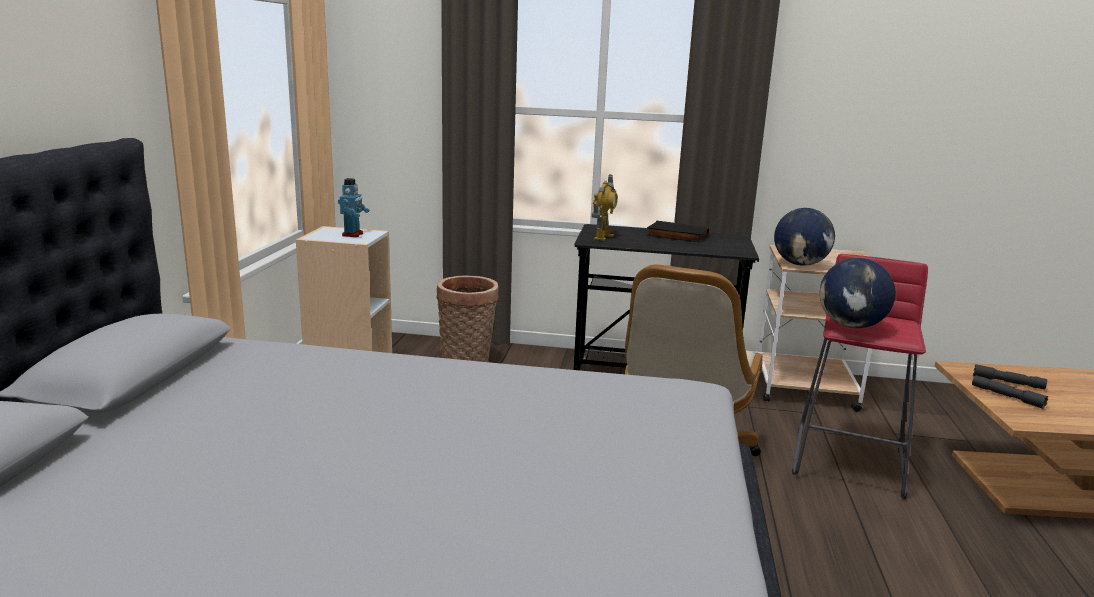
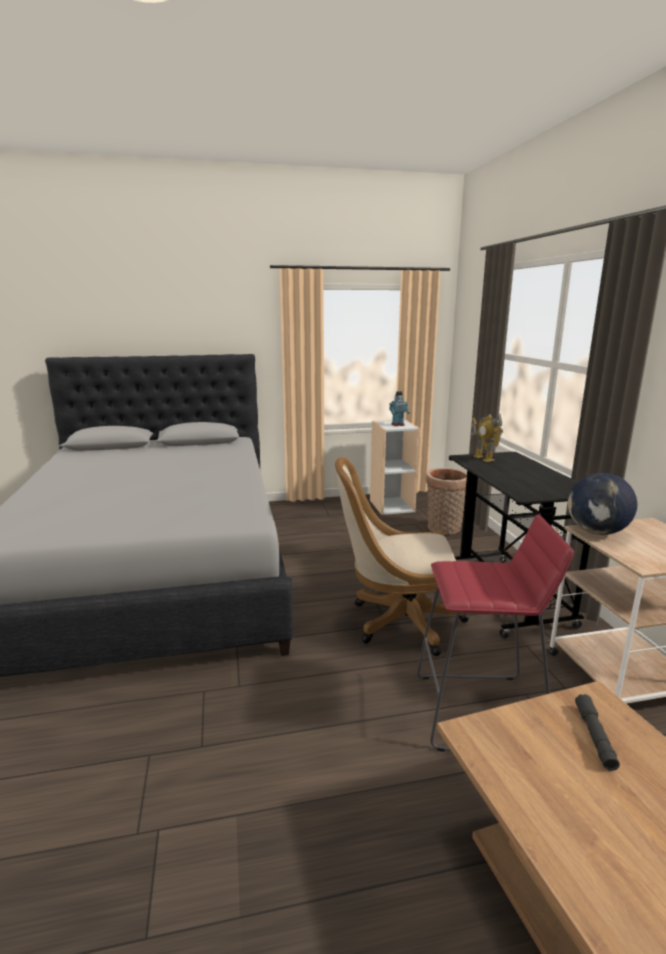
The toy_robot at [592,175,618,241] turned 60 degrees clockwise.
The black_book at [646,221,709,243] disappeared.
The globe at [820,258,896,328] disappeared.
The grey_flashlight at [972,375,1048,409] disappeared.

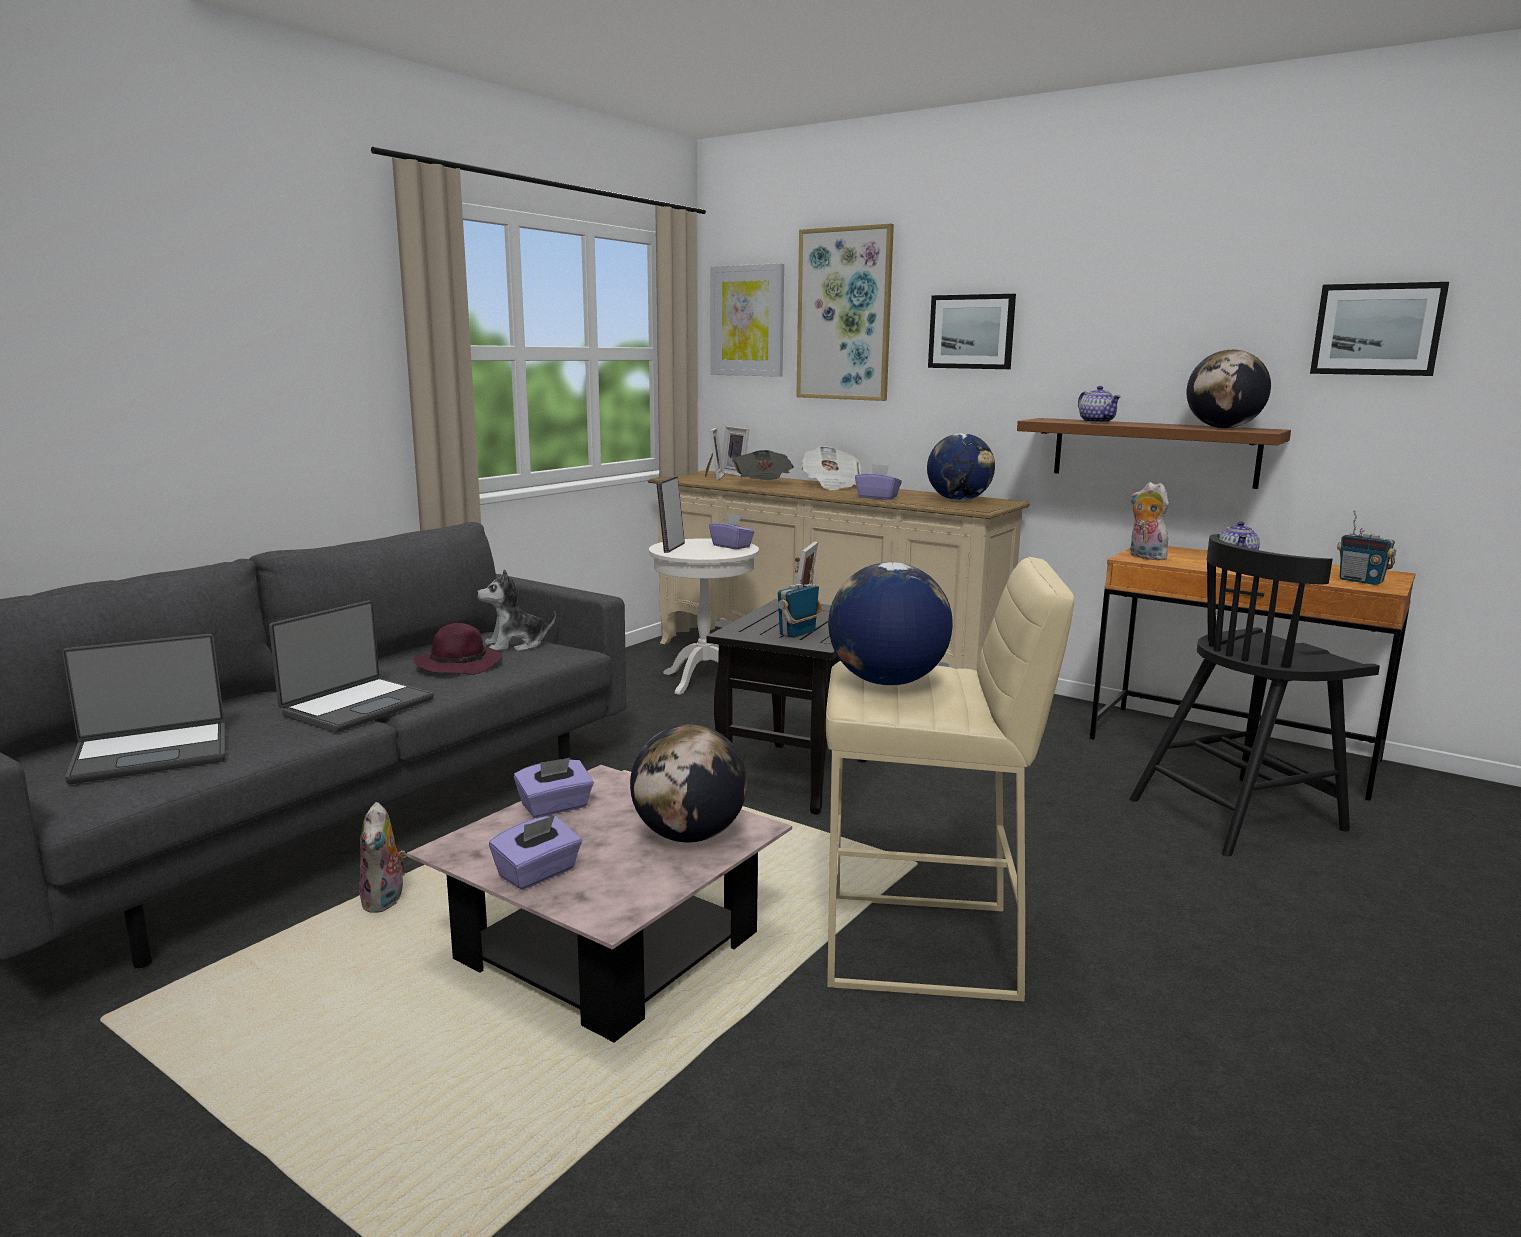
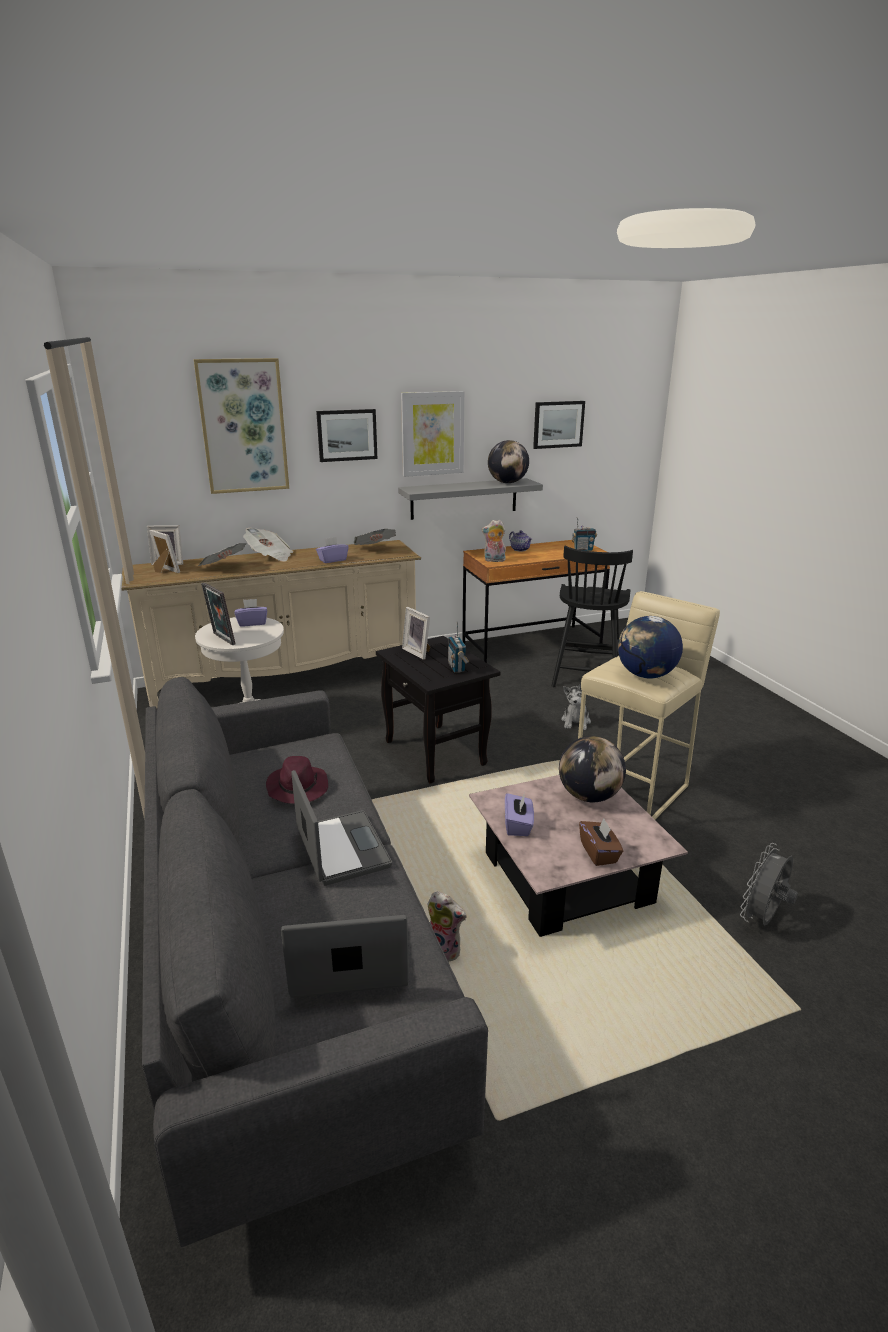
The laptop at [62,634,225,784] turned 105 degrees counterclockwise.
The globe at [927,433,995,501] was replaced by the newspaper at [354,529,396,545].
The brown_shelf at [1017,418,1291,489] became the grey_shelf at [398,478,543,520].
The picture moved from [710,263,784,377] to [401,391,464,477].
The plush_toy moved from [477,569,556,652] to [561,683,591,730].
The purple_tissue_box at [489,815,582,890] became the brown_tissue_box at [579,818,623,866].
The grey_fan at [740,843,798,926] appeared.
The teapot at [1078,386,1121,423] disappeared.

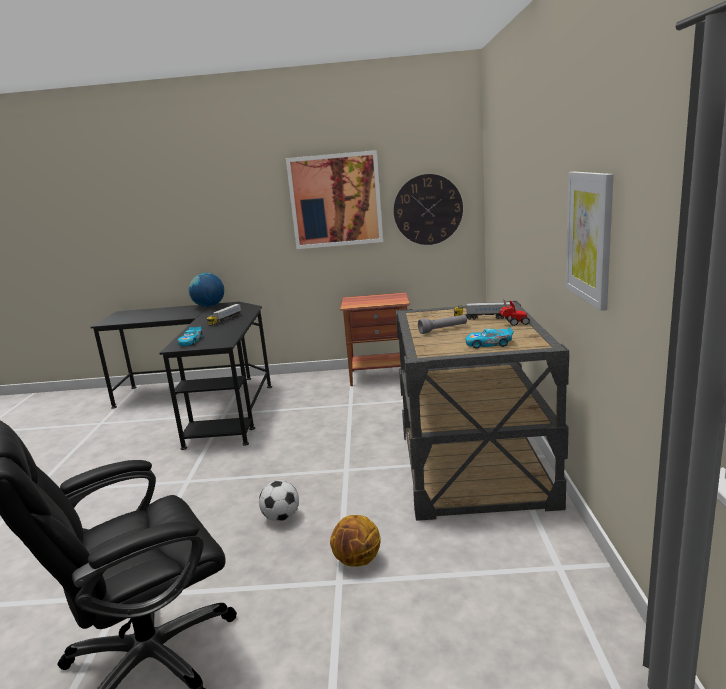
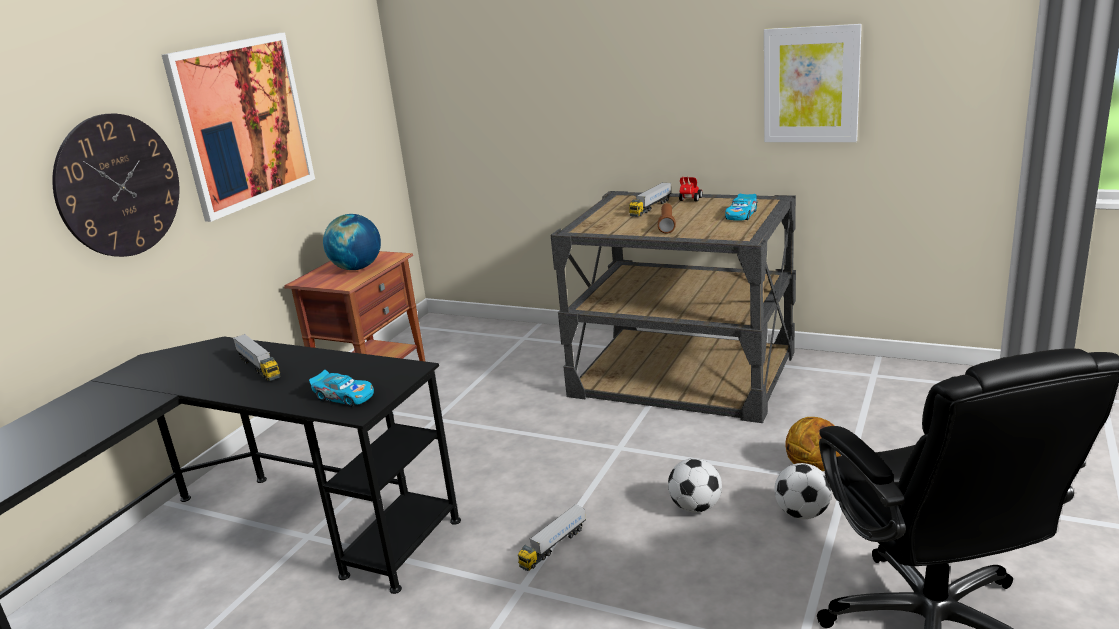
The wall_clock moved from [394,174,463,245] to [52,114,180,257].
The globe moved from [189,273,224,307] to [323,214,381,270].
The toy_truck at [518,504,586,571] appeared.
The grey_flashlight at [418,315,467,334] became the brown_flashlight at [658,203,676,234].
The football at [774,463,832,519] appeared.

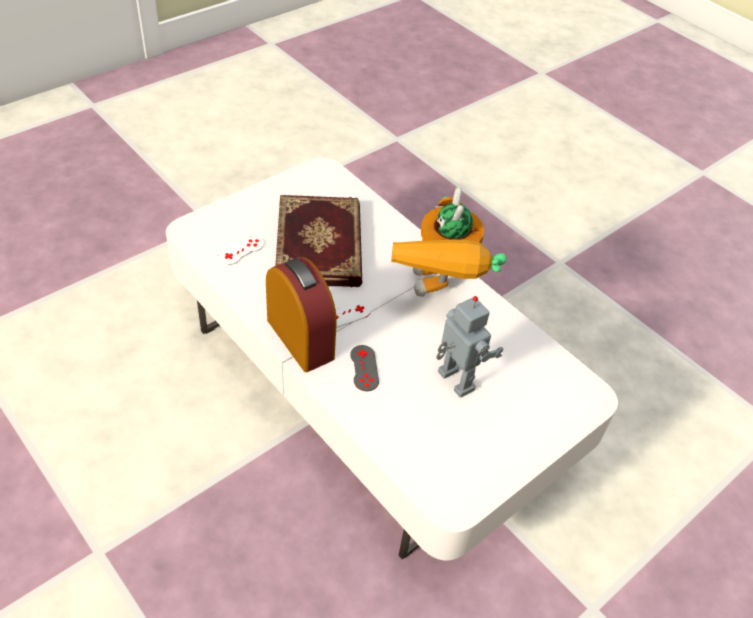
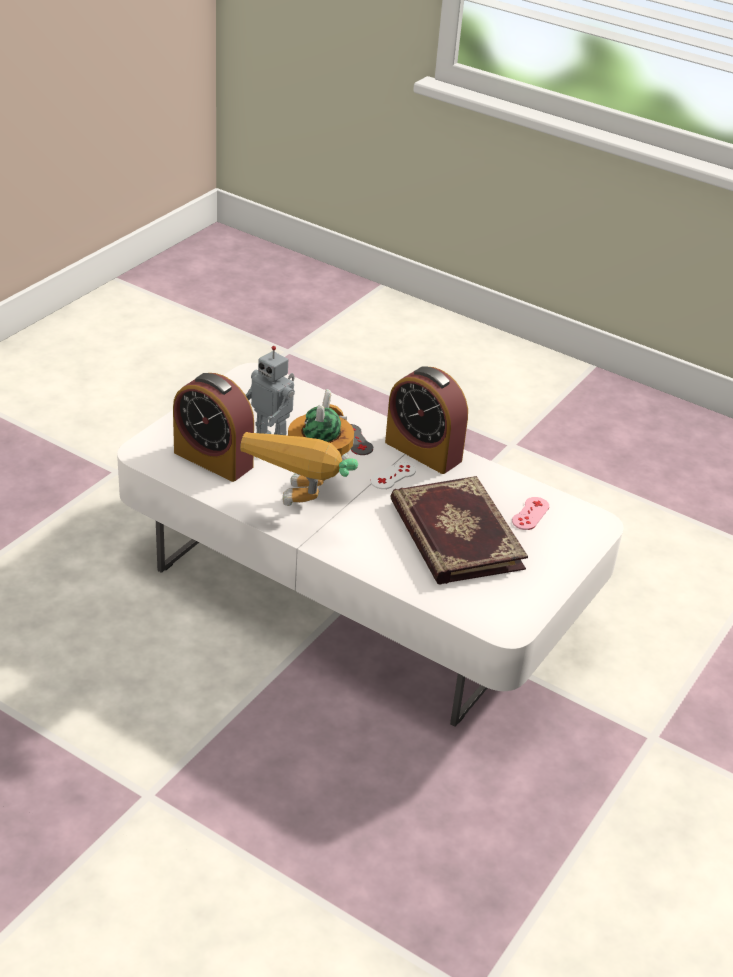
The alarm_clock at [173,373,254,482] appeared.
The toy_robot at [391,187,507,297] turned 150 degrees counterclockwise.
The white_game_controller at [218,236,264,265] became the pink_game_controller at [512,497,549,530].

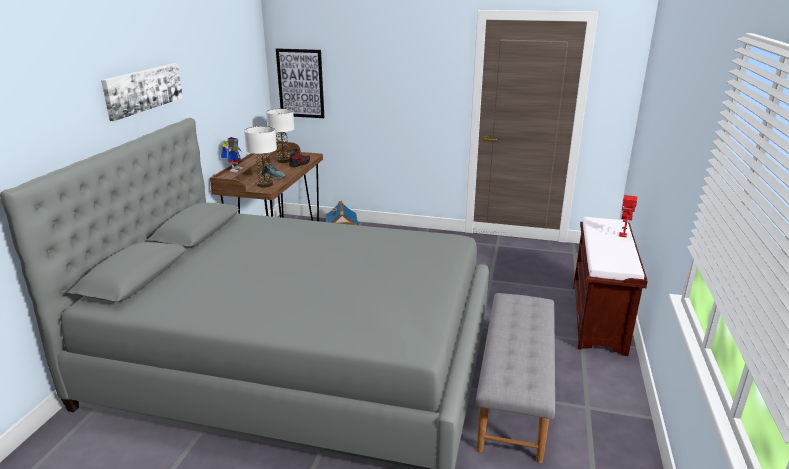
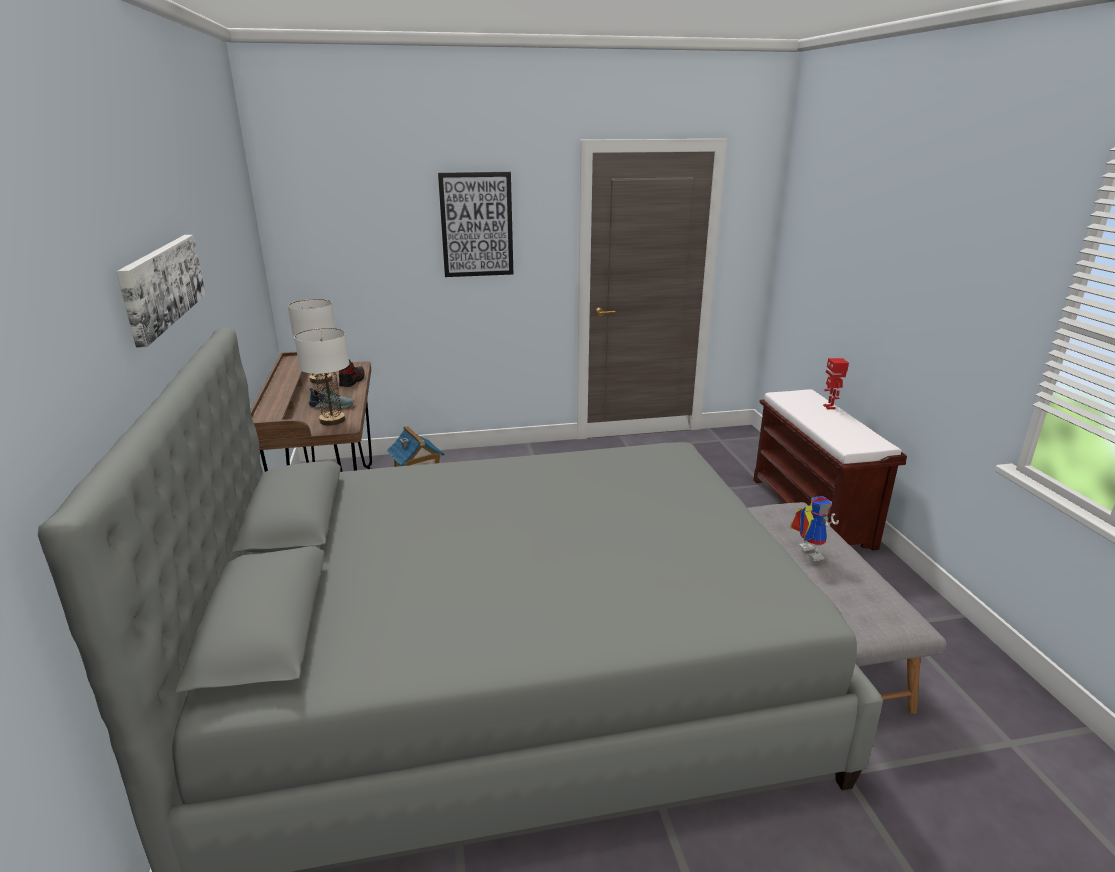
The picture moved from [276,48,324,118] to [438,172,513,277].
The toy_robot moved from [221,137,243,172] to [790,496,839,561].

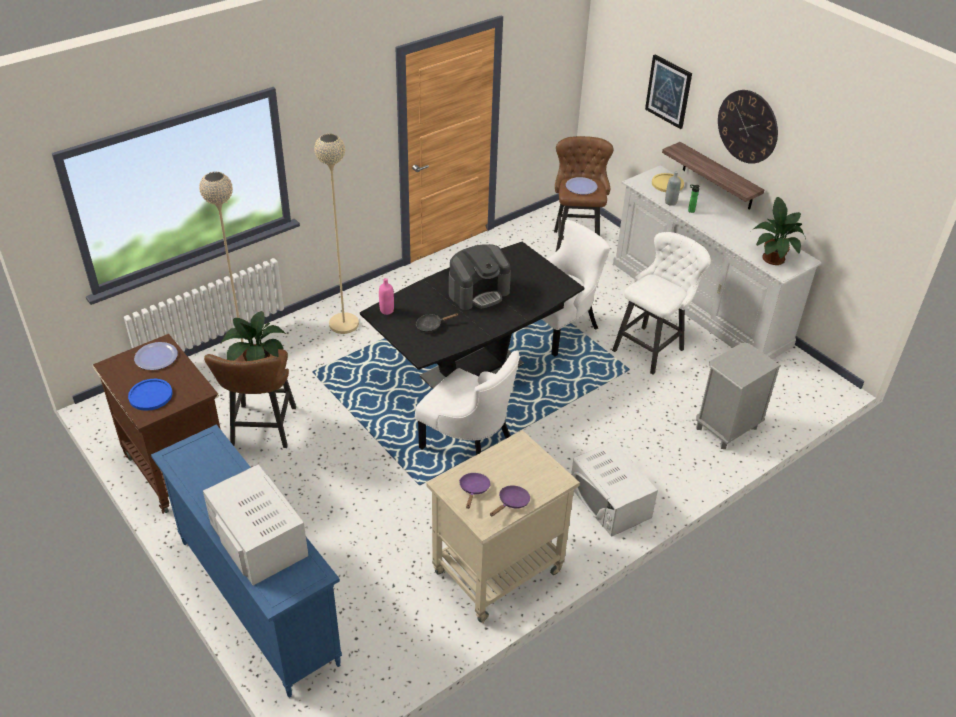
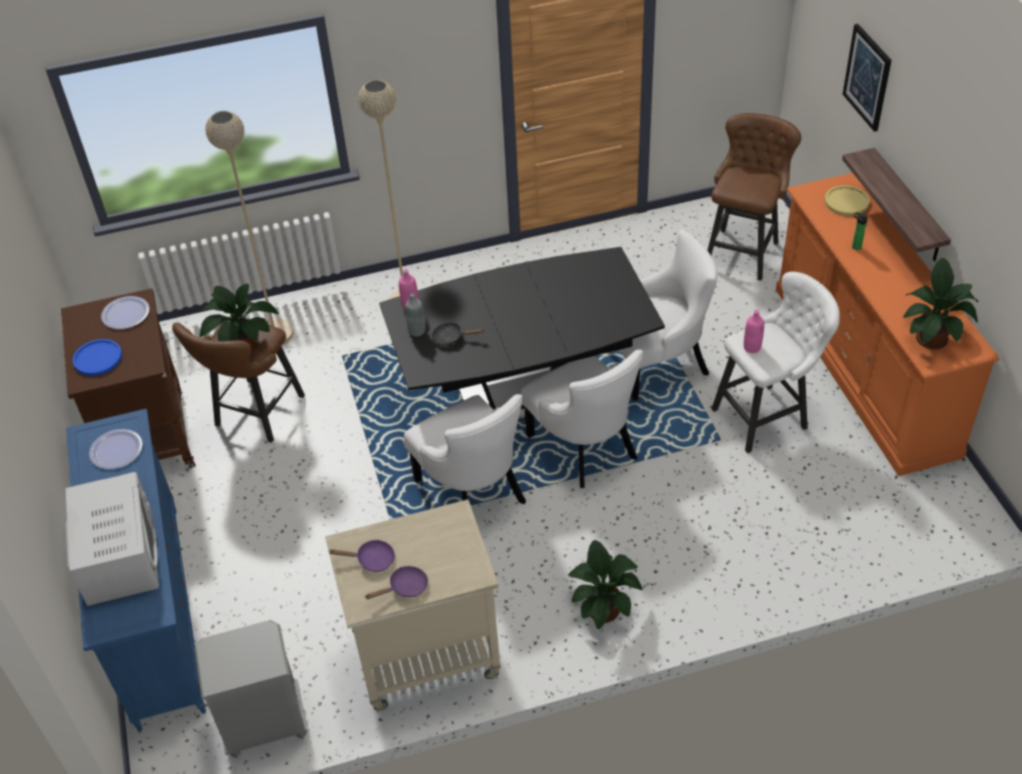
The plate moved from [566,177,597,195] to [89,429,143,470].
The grey_nightstand moved from [696,343,781,449] to [194,620,308,758].
The purple_frying_pan at [459,473,491,509] turned 60 degrees clockwise.
The grey_bottle moved from [665,171,681,206] to [405,293,426,336].
The white_chair at [521,350,643,488] appeared.
The white_microwave at [571,441,658,537] was replaced by the potted_plant at [568,540,643,629].
The pink_bottle at [744,310,764,353] appeared.
The white_cabinet at [613,166,821,359] became the orange_cabinet at [776,173,999,476].
The coffee_machine at [449,244,511,310] disappeared.
The wall_clock at [718,90,778,164] disappeared.

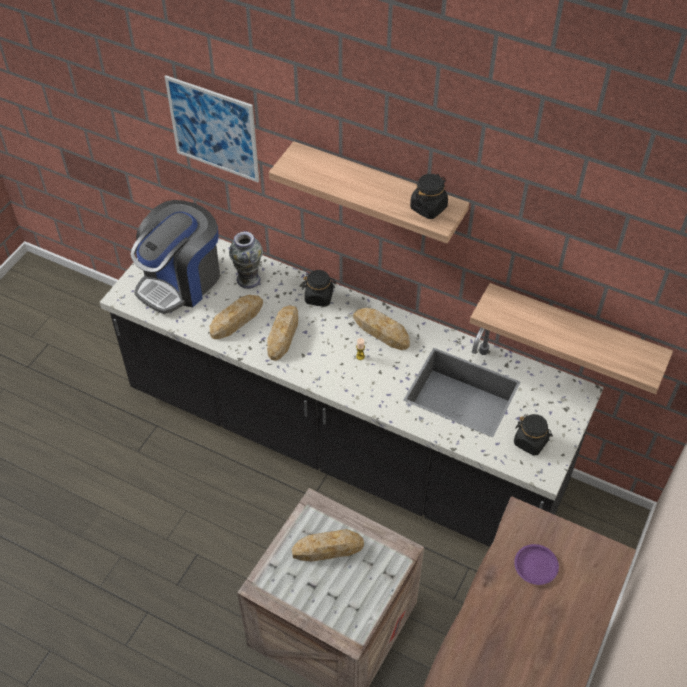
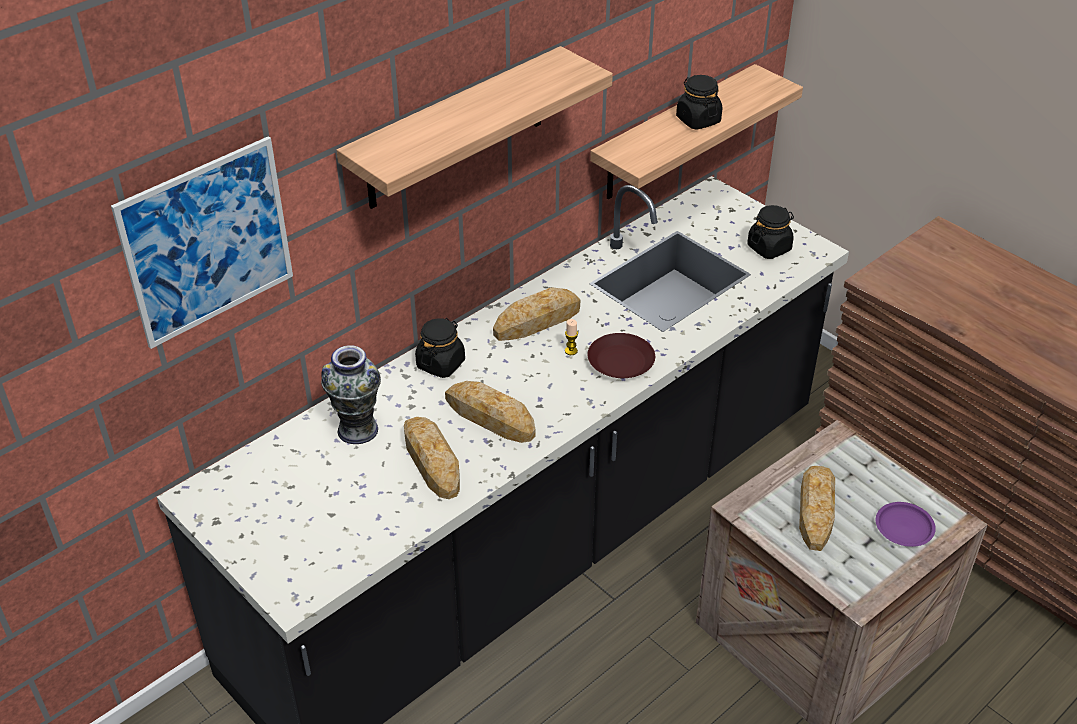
The brown_plate at [588,333,655,378] appeared.
The black_jar moved from [410,174,448,219] to [676,75,722,130].
The purple_plate moved from [514,544,559,585] to [876,502,936,547].
The coffee_machine at [130,200,220,314] disappeared.

